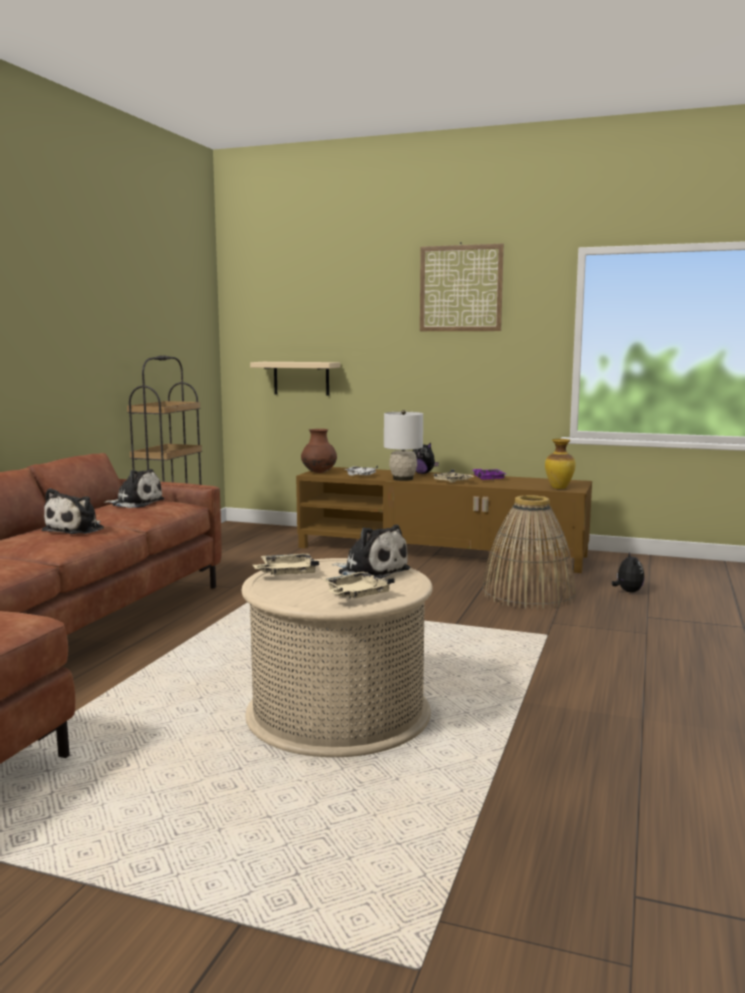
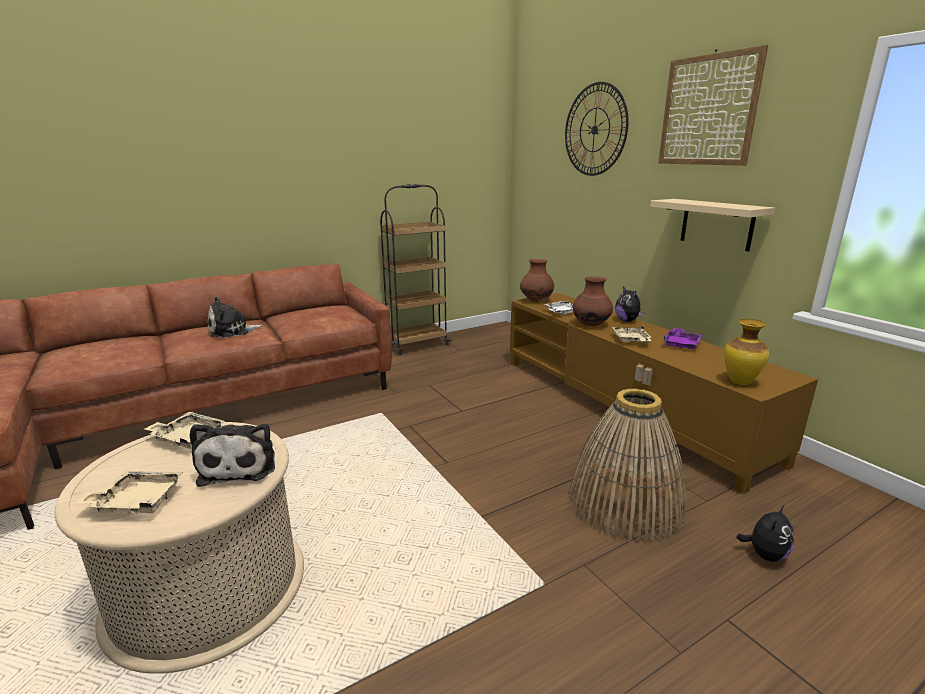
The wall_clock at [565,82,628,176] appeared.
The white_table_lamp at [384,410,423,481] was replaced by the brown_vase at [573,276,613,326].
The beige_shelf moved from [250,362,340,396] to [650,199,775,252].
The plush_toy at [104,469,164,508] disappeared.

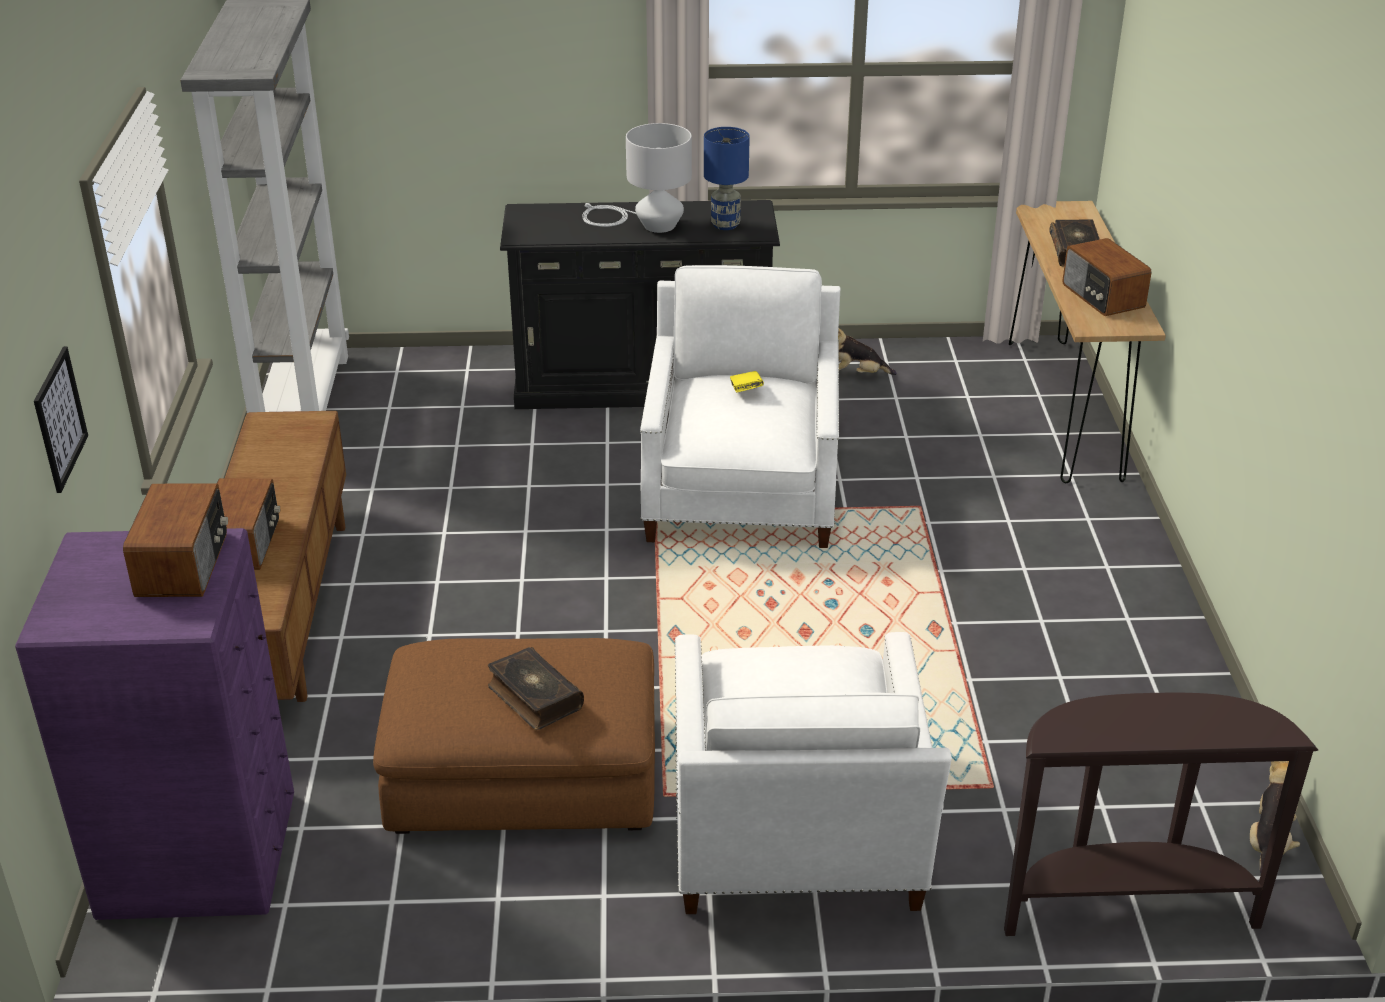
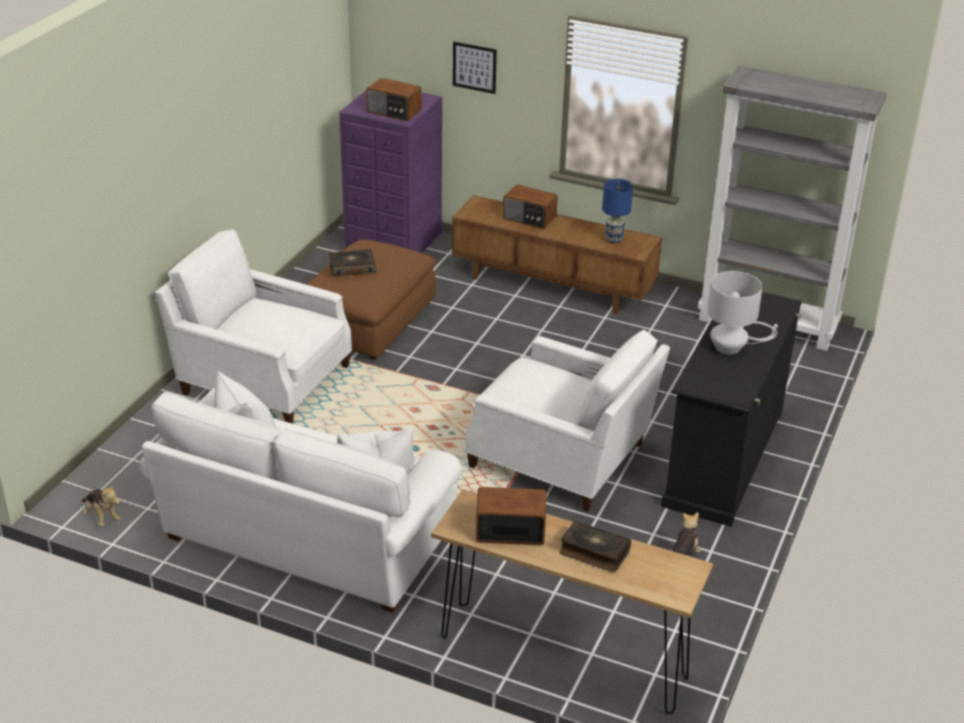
The white_sofa at [140,371,462,613] appeared.
The blue_table_lamp moved from [704,127,750,230] to [602,179,633,244].
The yellow_book at [730,371,764,393] disappeared.
The brown_console_table at [1004,693,1318,936] disappeared.

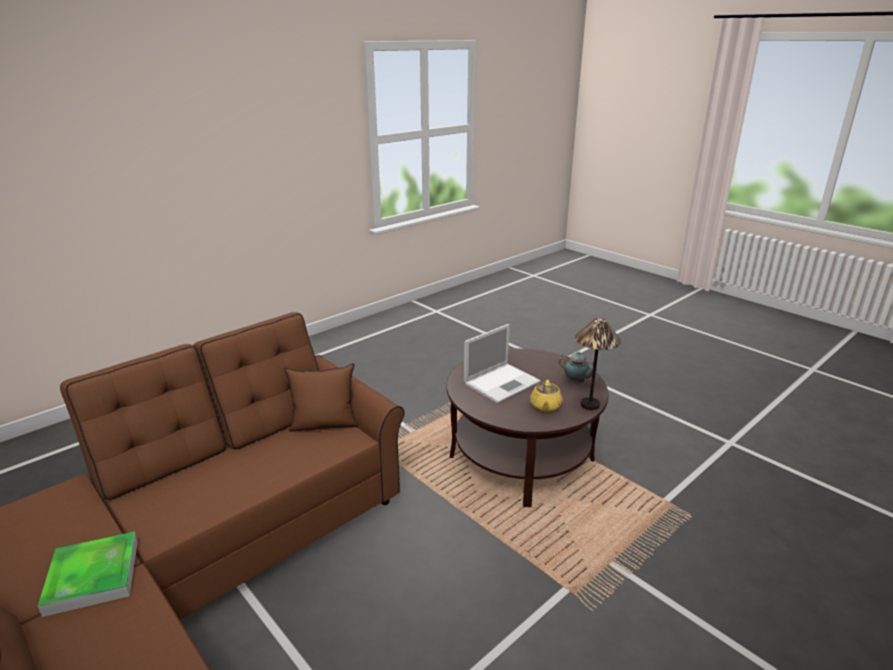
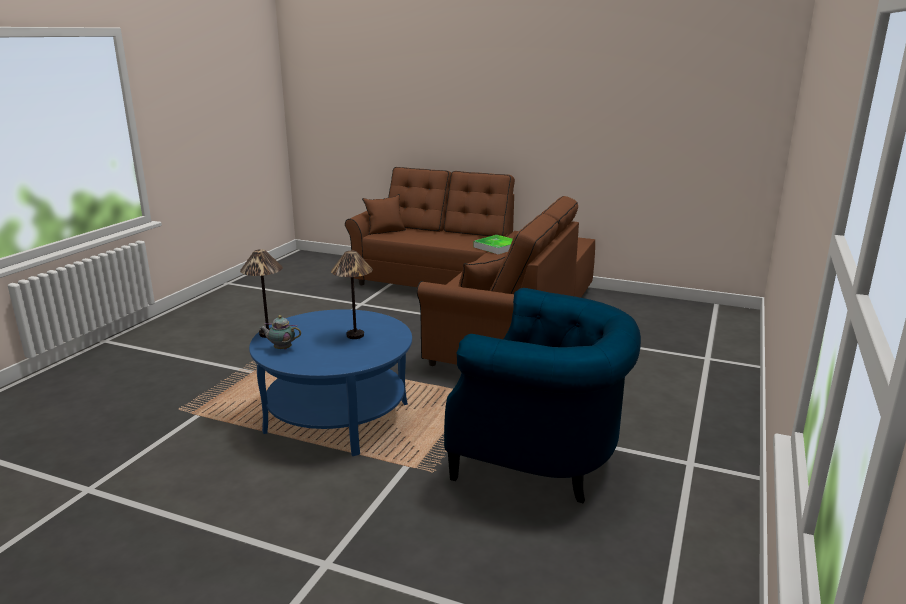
The brown_coffee_table at [446,349,608,507] became the blue_coffee_table at [249,309,412,456].
The laptop at [464,324,541,404] was replaced by the table_lamp at [331,251,373,339].
The blue_armchair at [444,288,641,503] appeared.
The yellow_teapot at [530,380,563,412] disappeared.

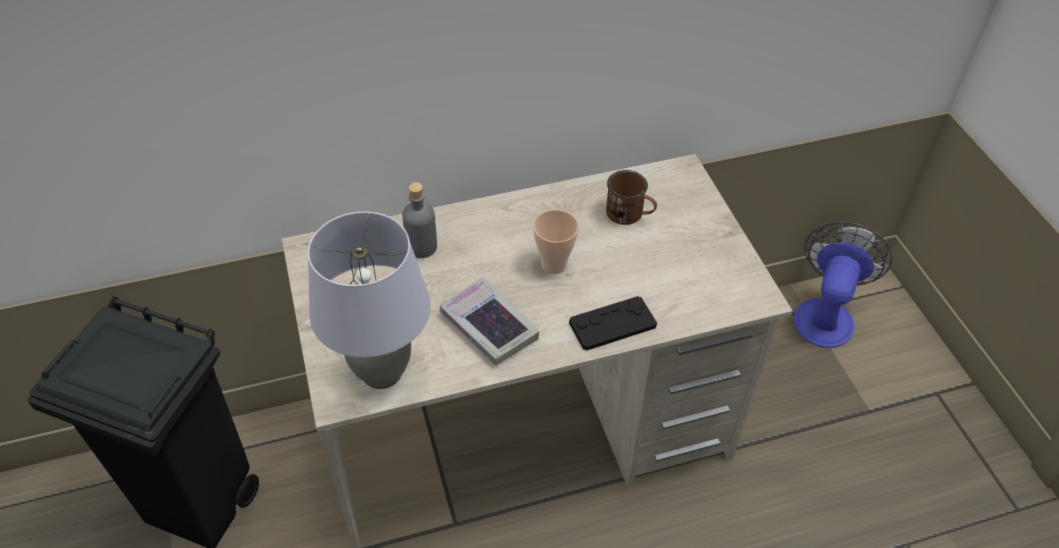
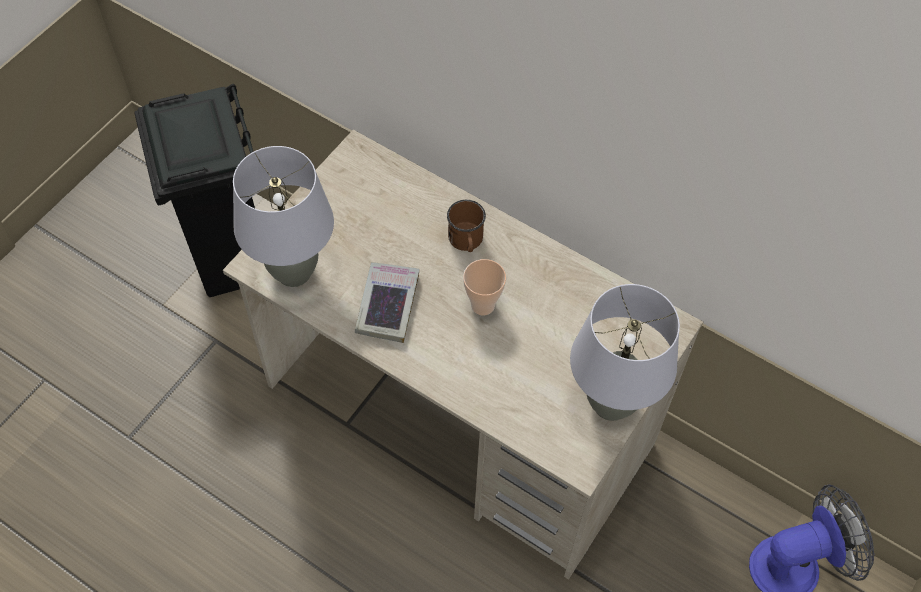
The brown_mug moved from [606,170,657,225] to [447,200,486,252].
The grey_table_lamp at [570,284,680,421] appeared.
The grey_bottle at [402,182,437,258] disappeared.
The black_game_controller at [569,296,657,351] disappeared.

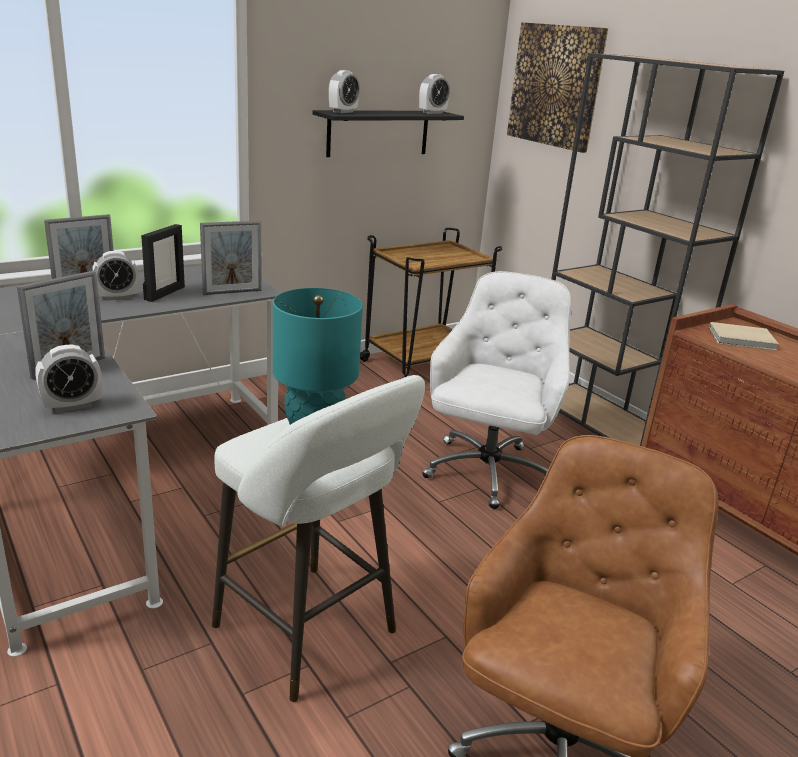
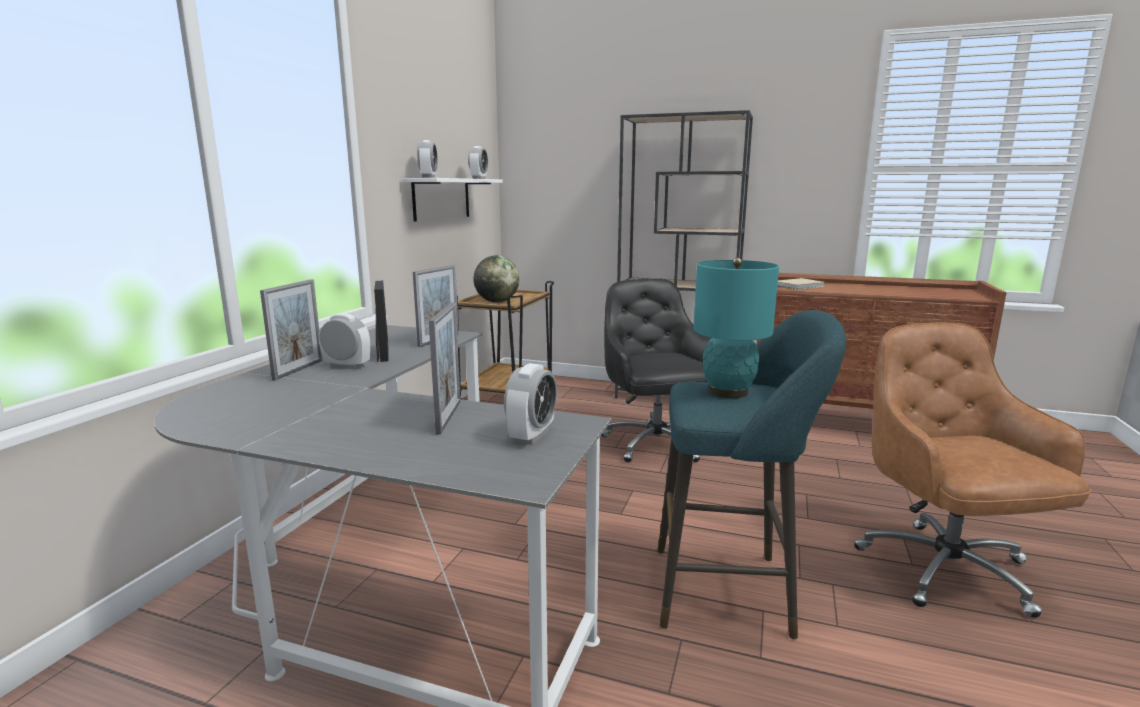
The alarm_clock at [92,251,139,301] turned 105 degrees counterclockwise.
The black_shelf at [313,110,464,157] became the white_shelf at [402,178,503,222].
The globe at [474,255,519,303] appeared.
The white_office_chair at [423,271,572,509] became the black_office_chair at [601,278,711,462].
The white_stool at [212,375,425,702] became the turquoise_stool at [658,310,846,639].
The picture at [507,22,608,153] disappeared.

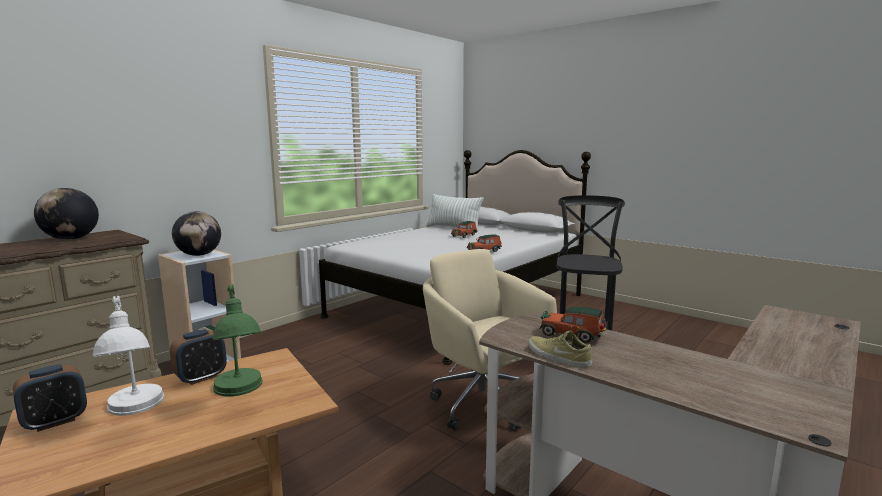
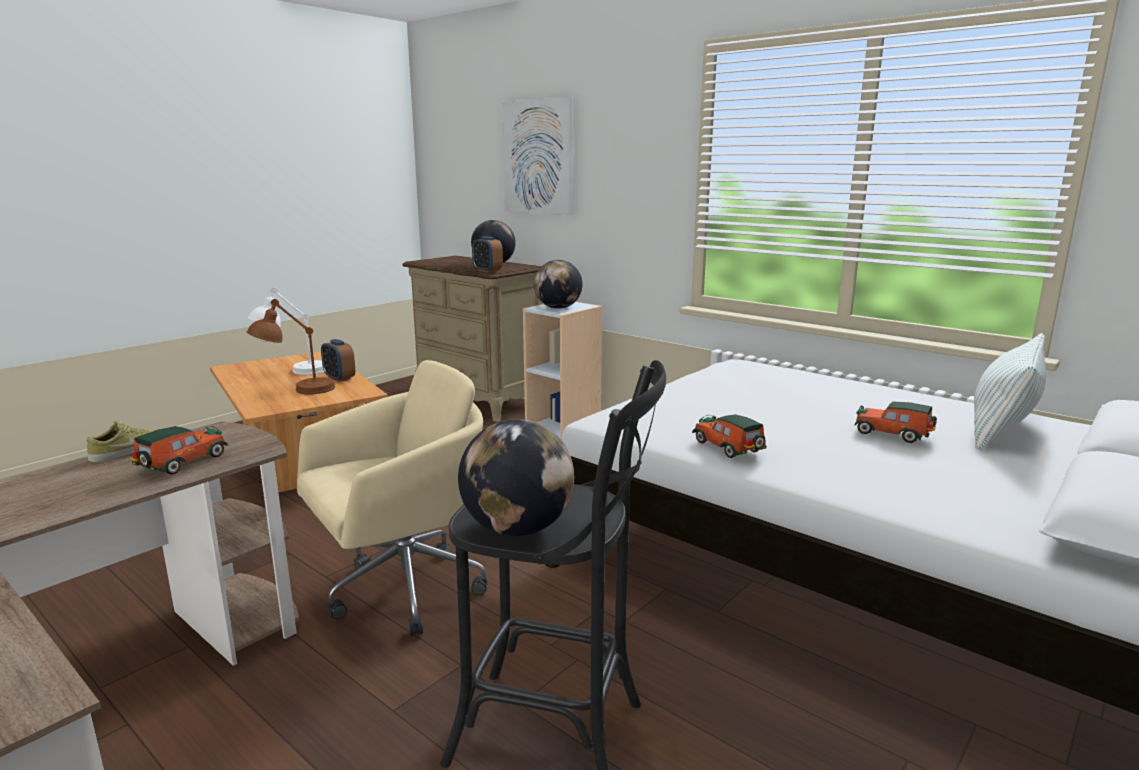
The green_table_lamp at [213,284,262,397] became the brown_table_lamp at [247,299,335,394].
The globe at [458,419,574,536] appeared.
The alarm_clock moved from [13,364,87,432] to [472,236,503,273].
The picture at [502,97,574,216] appeared.

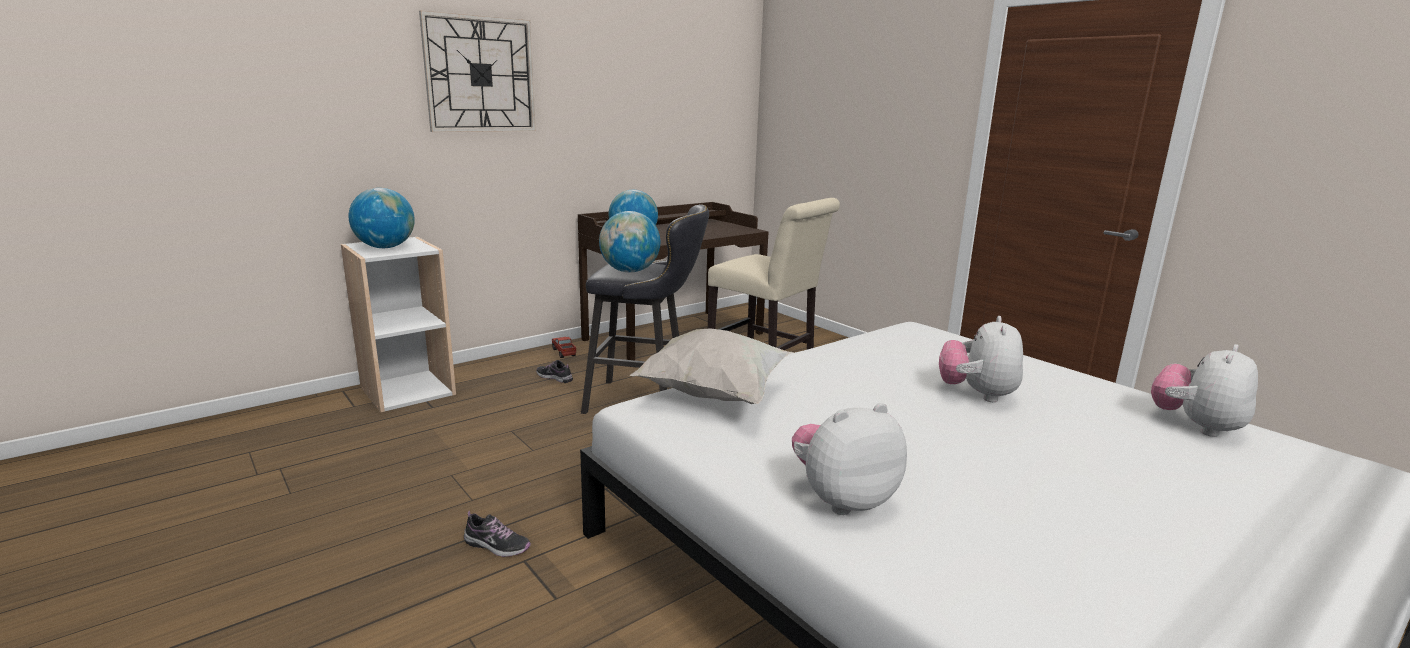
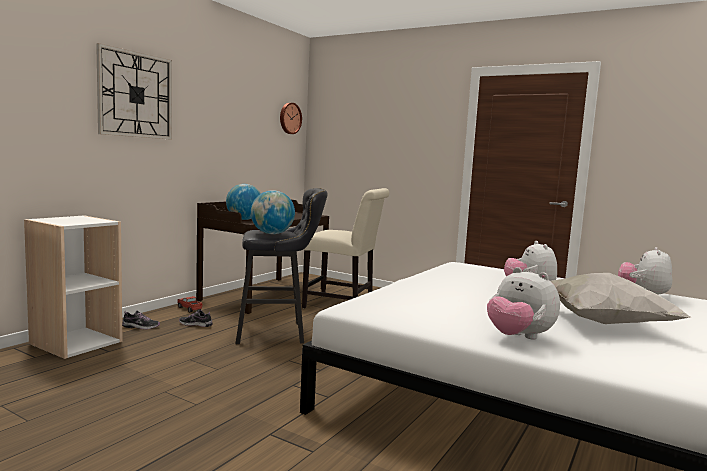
The shoe moved from [464,511,531,557] to [122,311,160,329].
The wall_clock at [280,103,302,134] appeared.
The plush_toy at [792,403,907,515] turned 90 degrees counterclockwise.
The white_pillow moved from [629,328,793,404] to [551,273,692,324].
The globe at [349,188,415,248] disappeared.

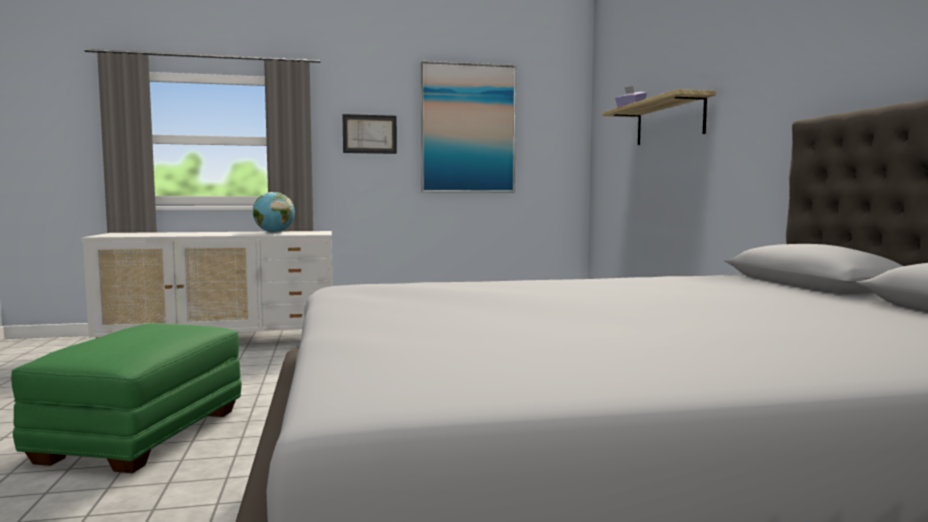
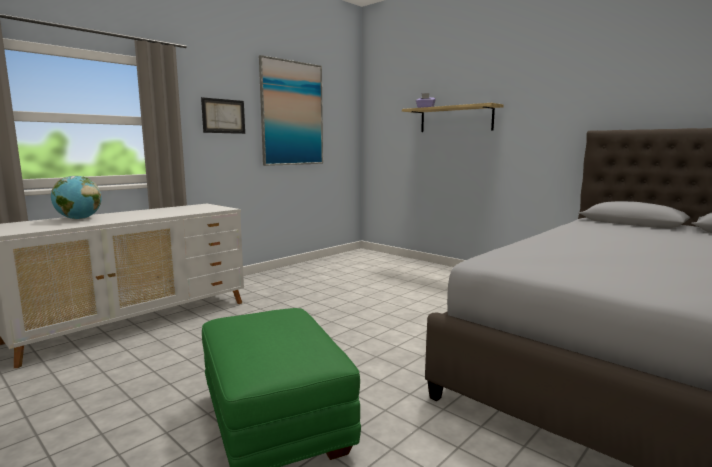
The globe moved from [253,192,295,233] to [51,176,102,220].

